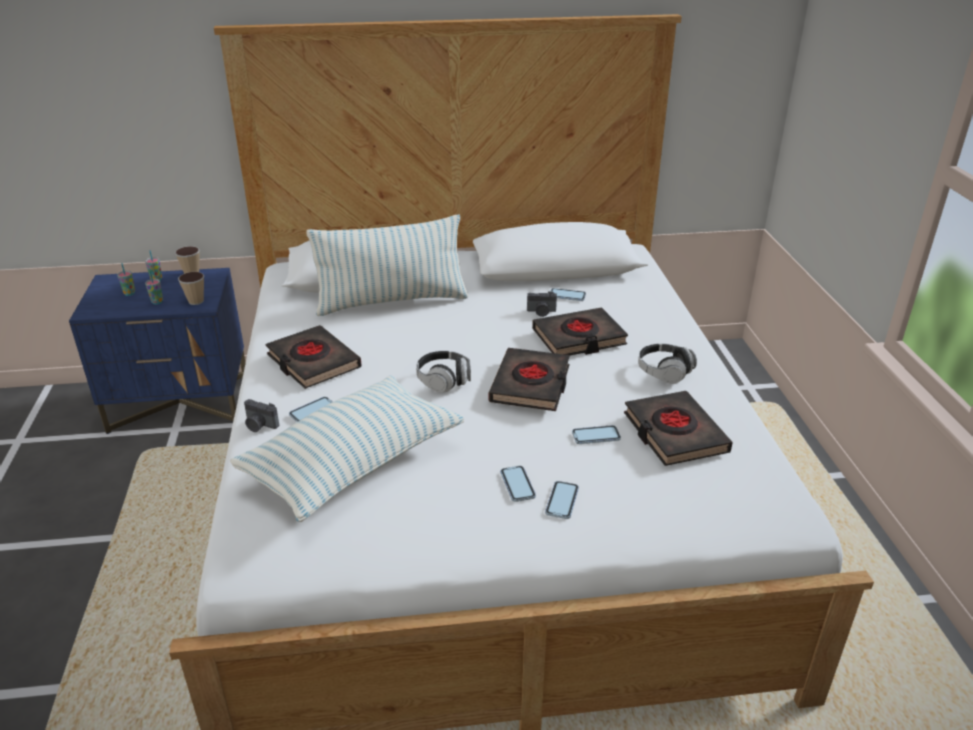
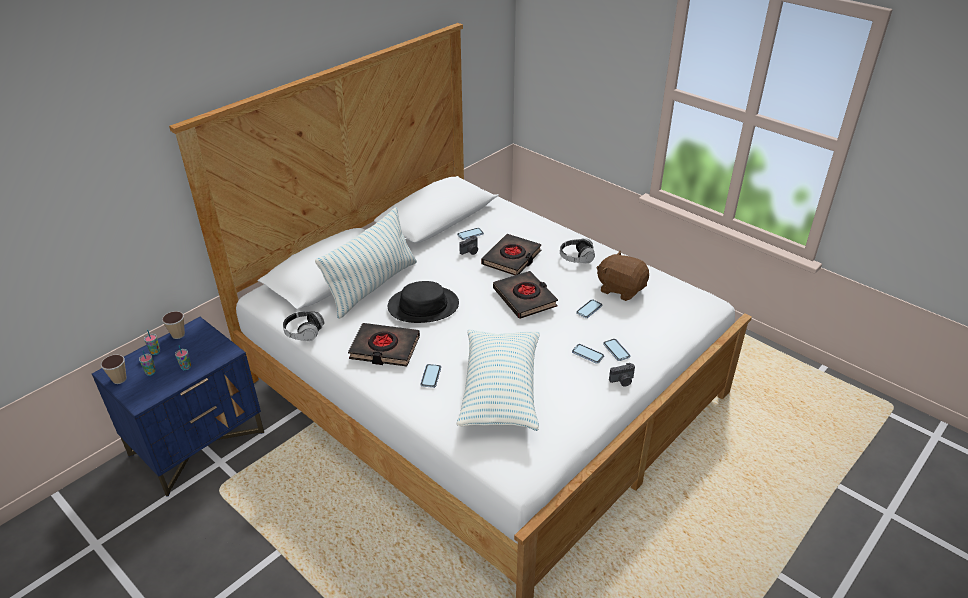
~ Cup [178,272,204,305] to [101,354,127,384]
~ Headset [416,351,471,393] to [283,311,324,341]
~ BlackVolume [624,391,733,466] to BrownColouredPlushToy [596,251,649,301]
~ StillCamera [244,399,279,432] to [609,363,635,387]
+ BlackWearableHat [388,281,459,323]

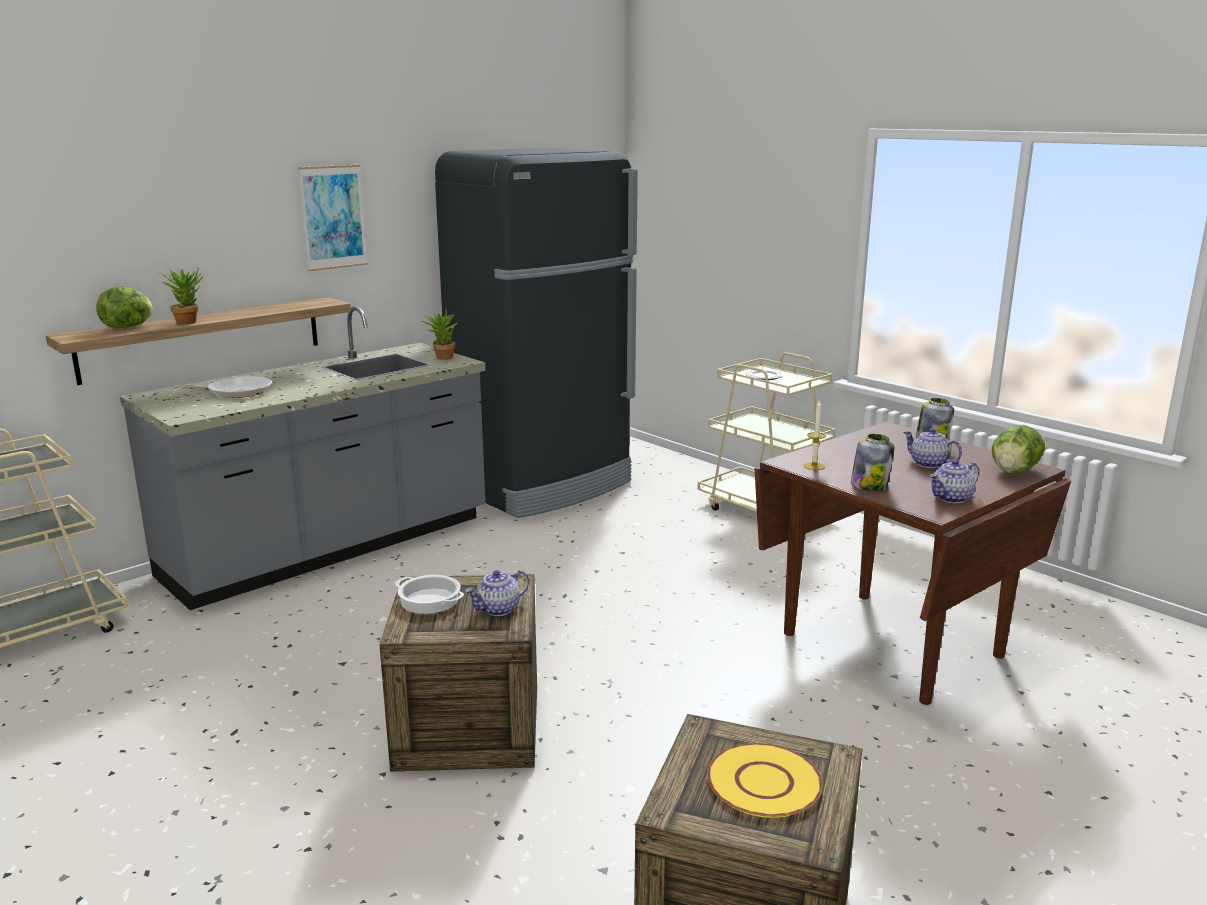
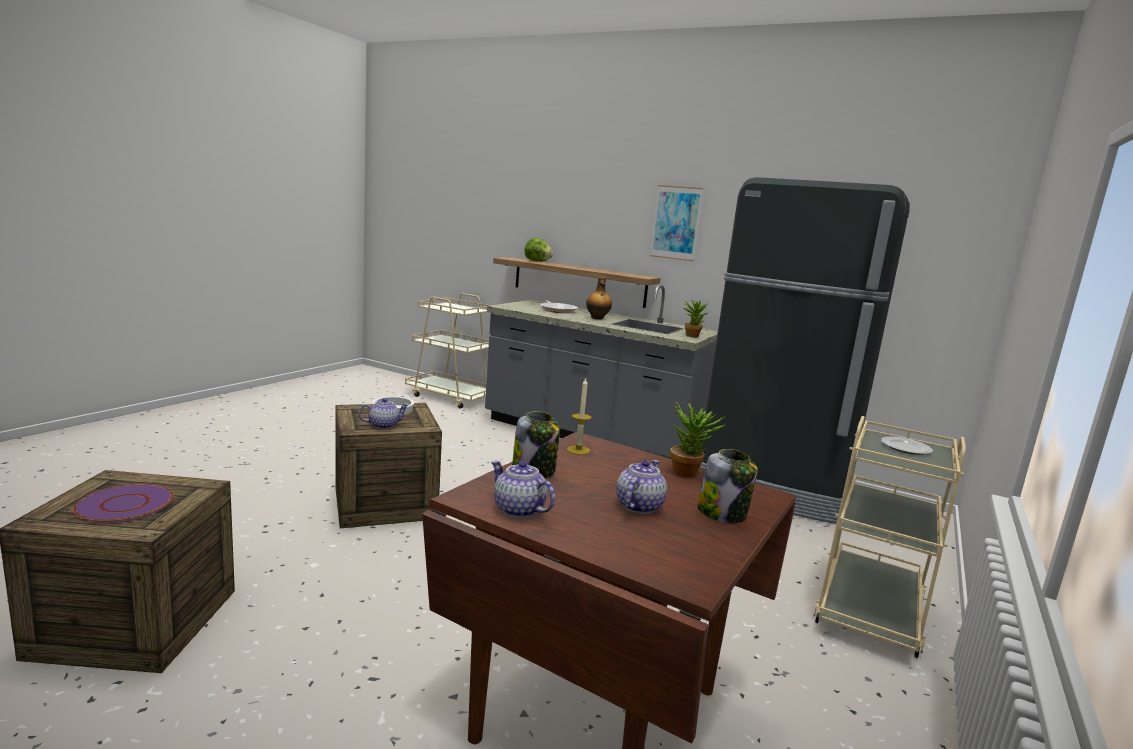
~ Houseplant [158,267,203,324] to [670,402,725,477]
- HeadOfLettuce [992,425,1045,473]
~ PotForTea [465,570,529,616] = [358,398,409,429] 120 degrees clockwise
~ YellowishFlatDish [707,743,823,818] to PurpleFlatDish [73,484,174,523]
+ Bottle [586,277,612,320]

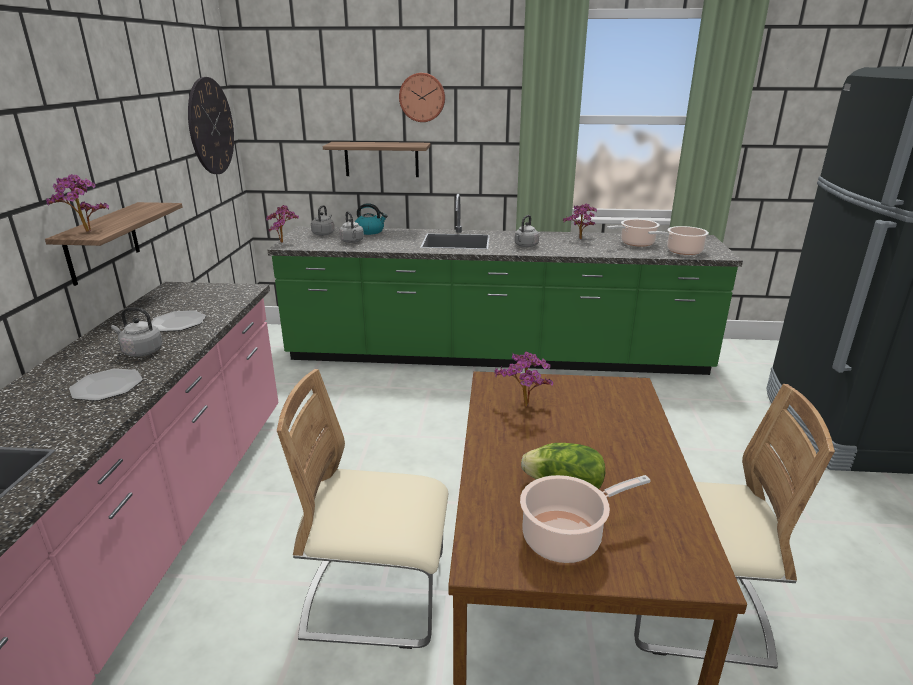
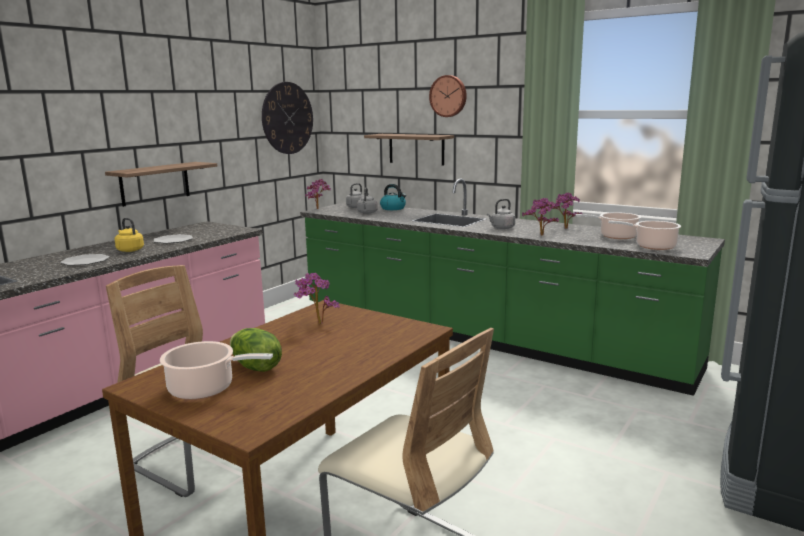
~ Houseplant [46,174,109,232] to [522,198,559,236]
~ GrayKettle [111,308,163,357] to YellowishKettle [115,218,144,252]

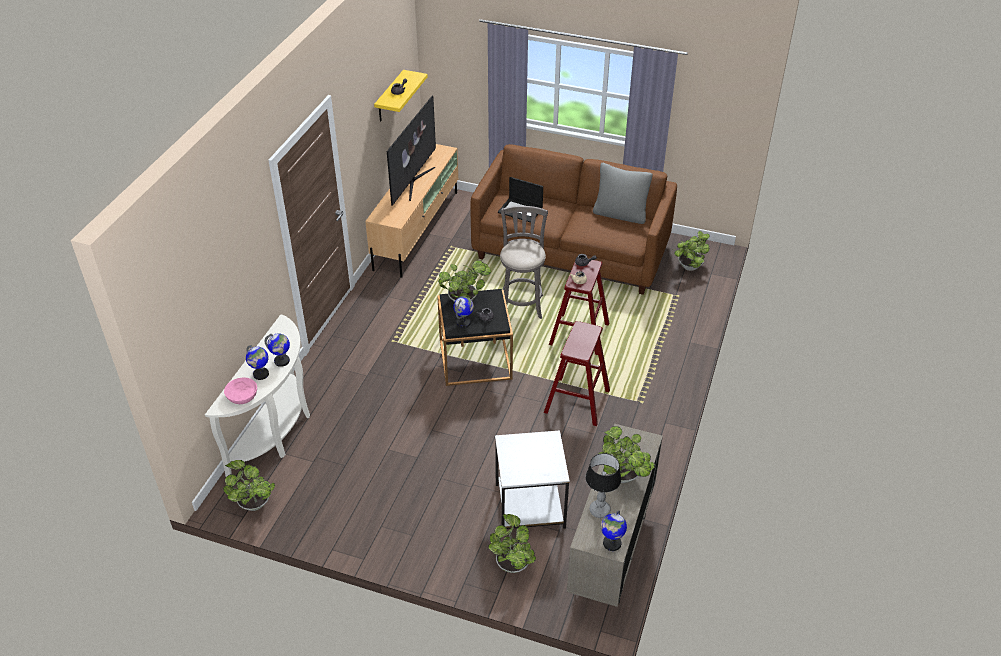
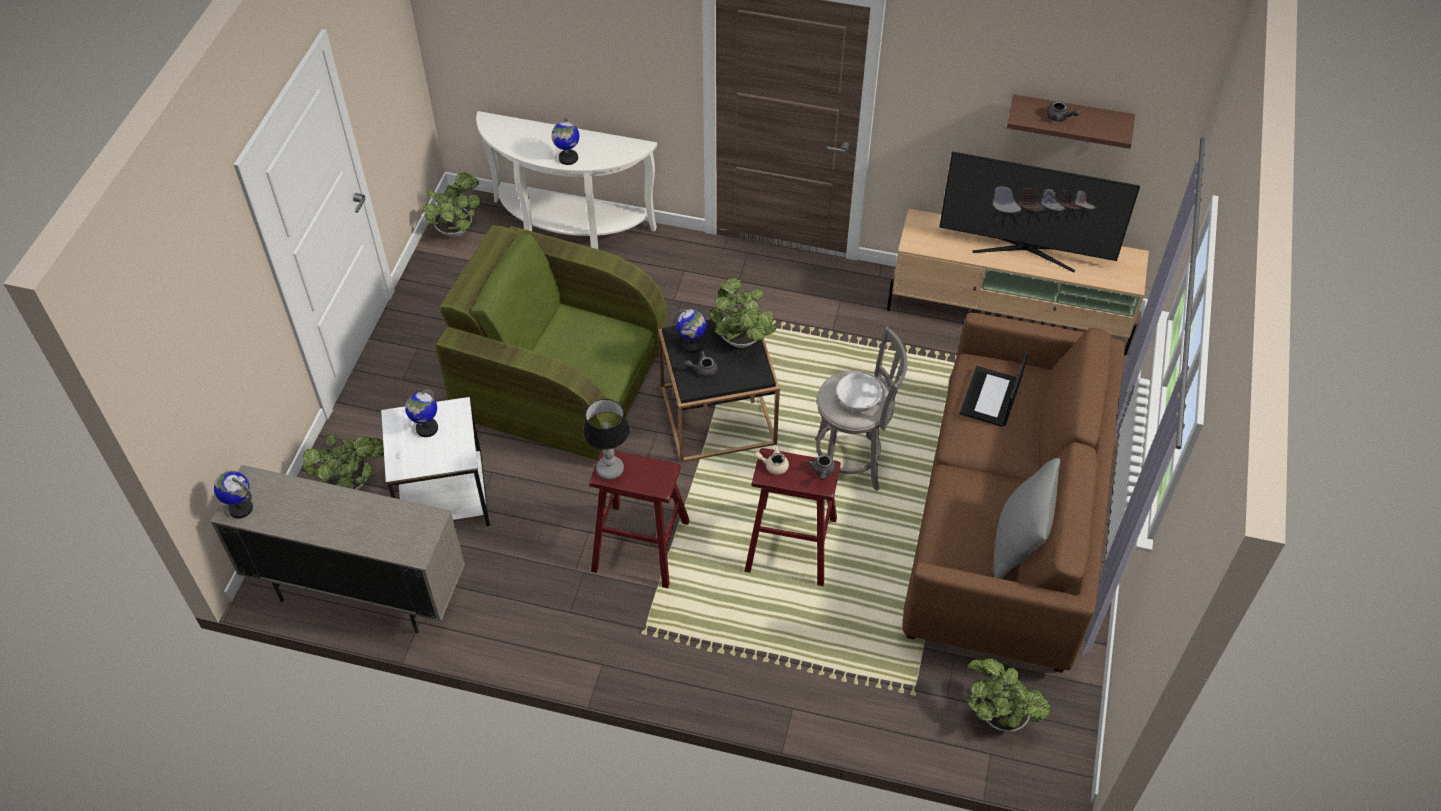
~ YellowishShelf [374,70,428,122] to BrownColouredShelf [1007,94,1135,149]
~ Globe [246,345,269,380] to [405,389,438,437]
- PinkBowl [224,377,257,404]
- Houseplant [598,426,655,483]
~ TabletopLamp [585,453,621,518] to [583,399,630,480]
+ GreenColouredEasyChair [436,225,667,461]
+ WhitishBowl [837,373,882,412]

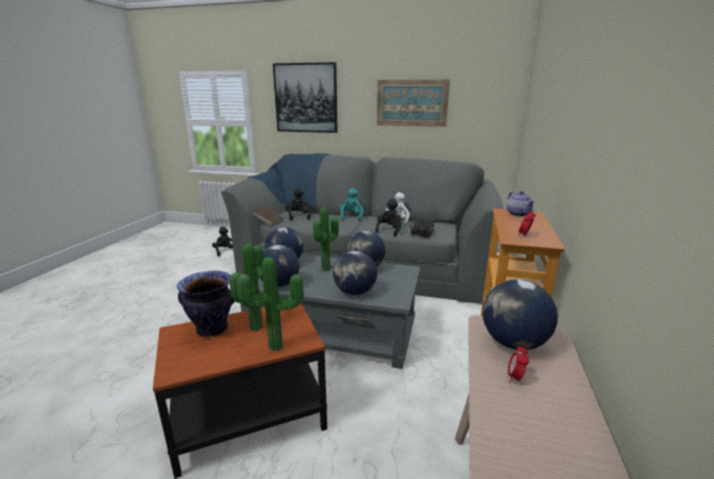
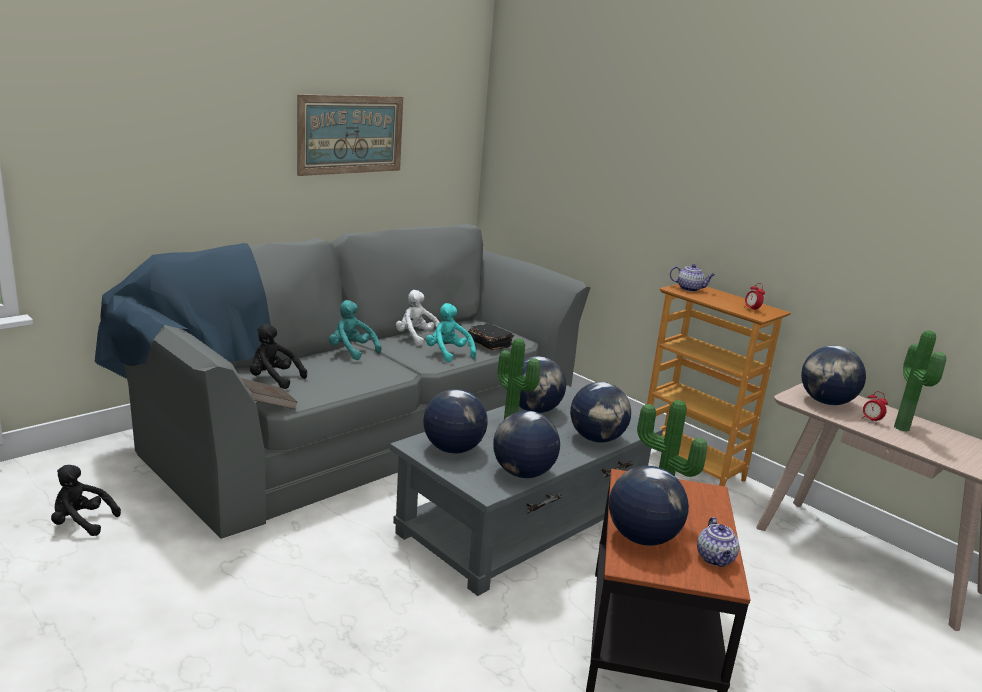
- WallPicture [273,62,337,133]
~ BlackPlushToy [375,199,402,236] to TurquoiseColouredPlushToy [426,303,476,362]
~ Houseplant [237,257,304,351] to [894,330,946,432]
~ FlowerVase [177,271,235,337] to Globe [609,466,689,546]
+ PotForTea [697,517,739,567]

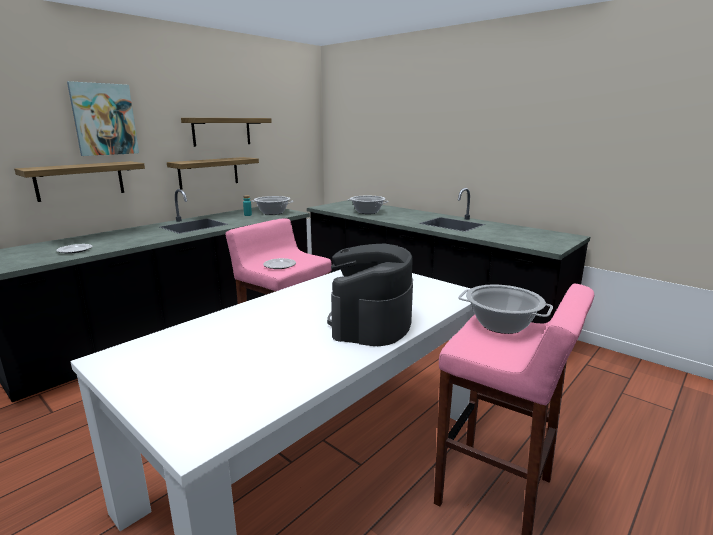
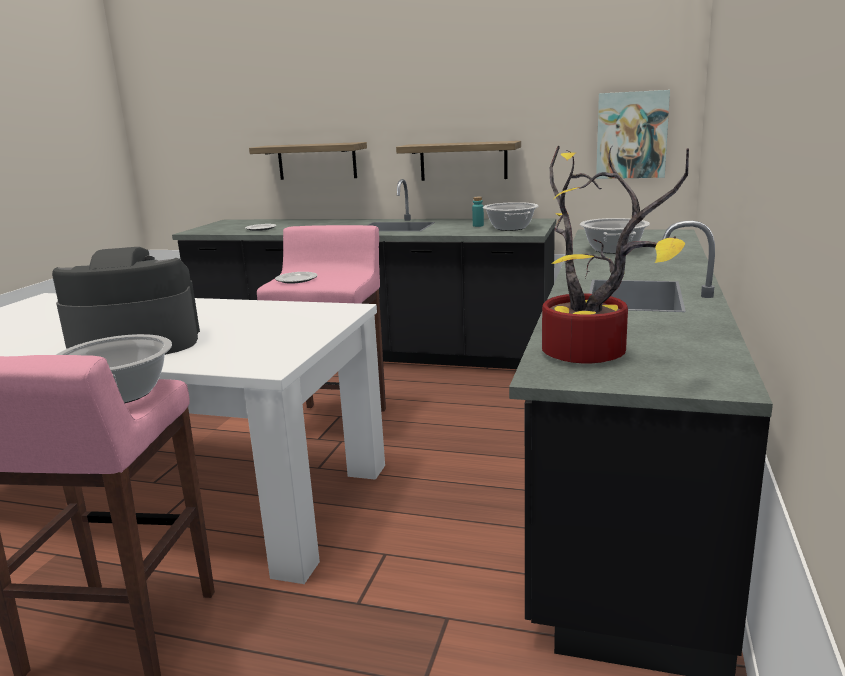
~ WallPicture [67,81,139,156] to [596,90,670,179]
- Shelf [181,118,272,147]
+ Houseplant [542,145,689,363]

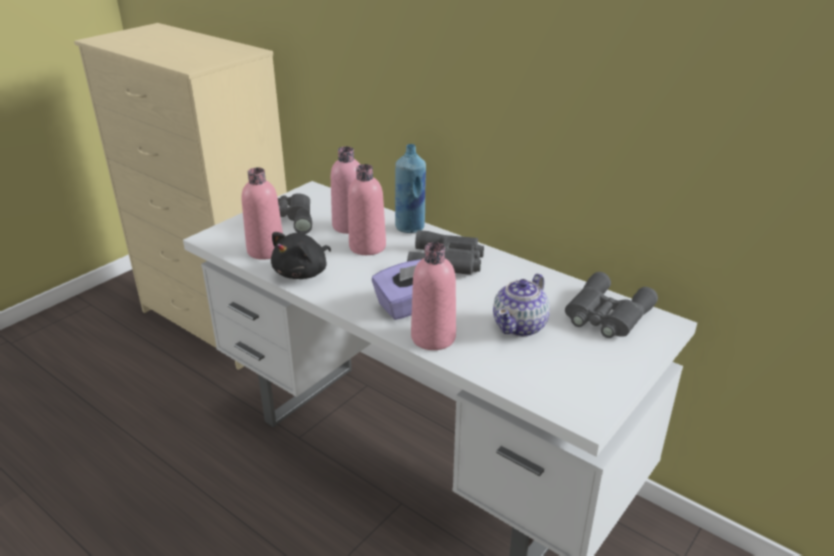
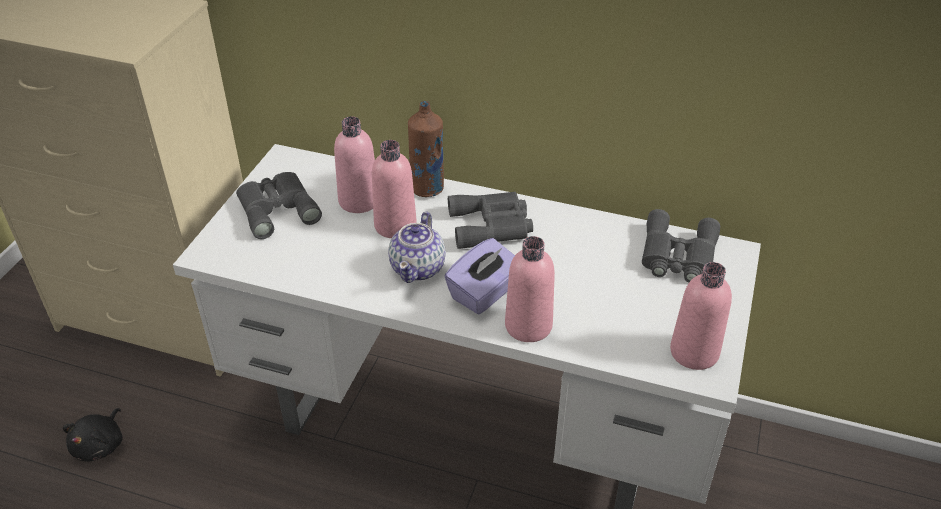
~ BlueBottle [395,144,426,233] to BrownColouredBottle [408,101,444,197]
~ PinkBottle [242,168,283,260] to [670,262,732,370]
~ BlackPlushToy [271,232,331,279] to [63,408,123,462]
~ PotForTea [493,274,550,337] to [388,212,446,283]

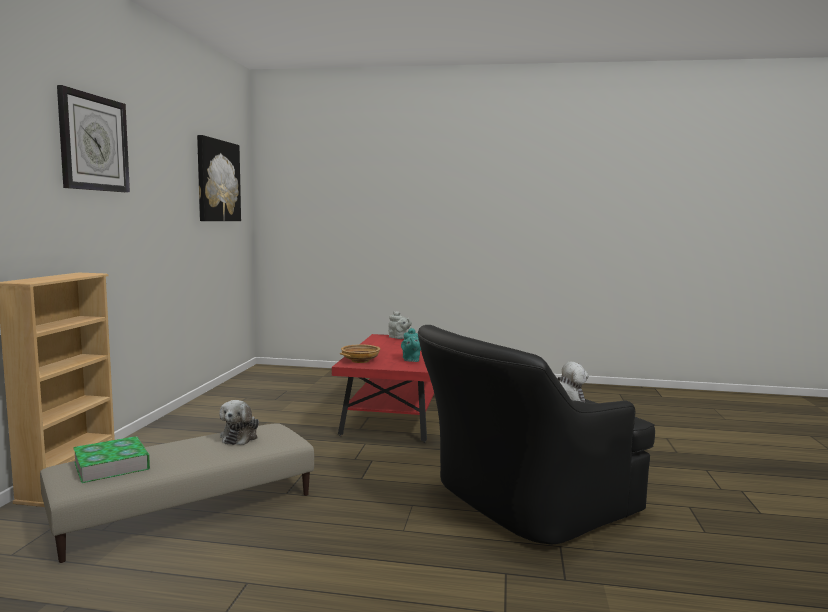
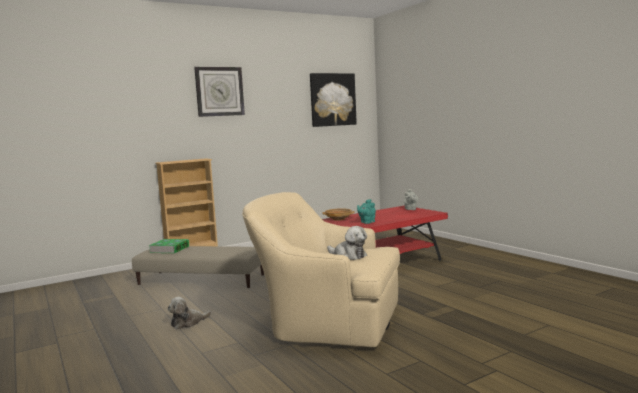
~ BlackEasyChair [418,325,655,545] to BeigeColouredEasyChair [242,192,400,347]
~ PlushToy [219,400,259,445] to [167,297,211,329]

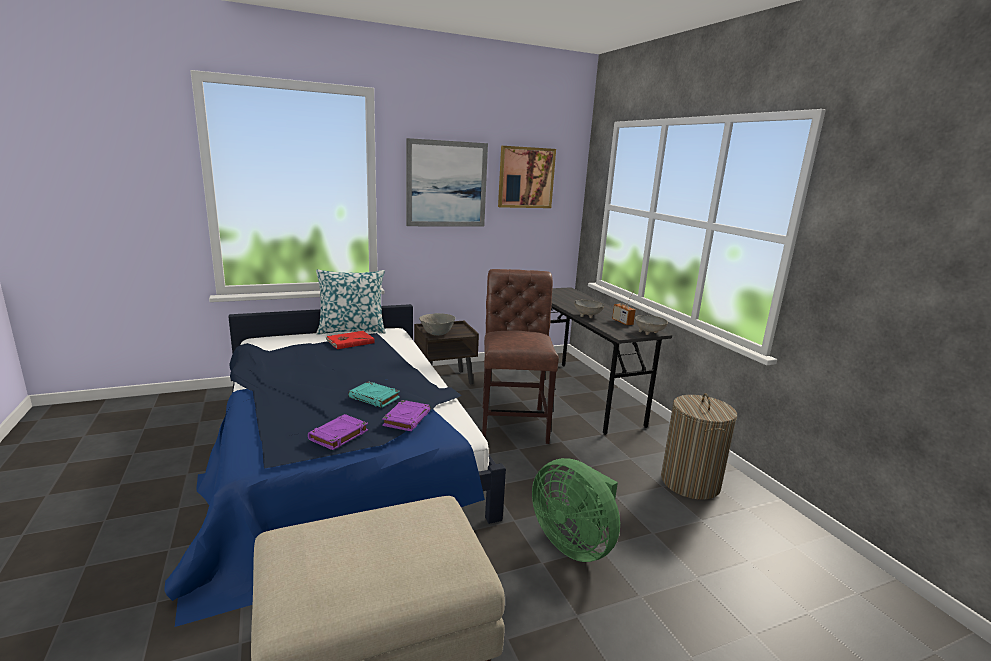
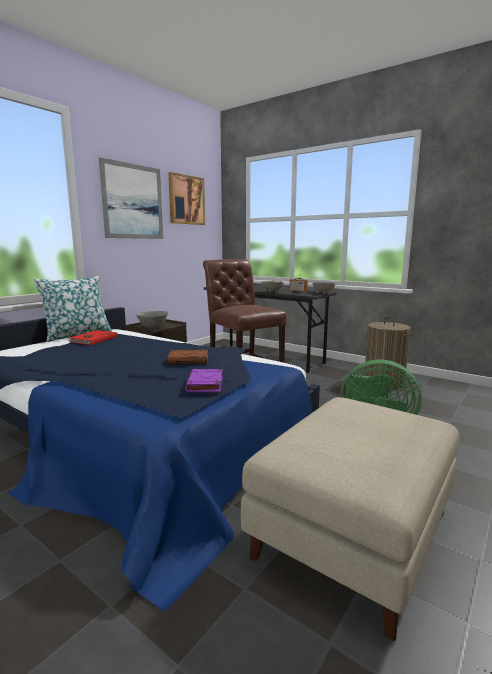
~ TurquoiseColouredVolume [348,381,400,408] to BrownColouredVolume [167,349,208,364]
- PurpleVolume [382,400,431,431]

